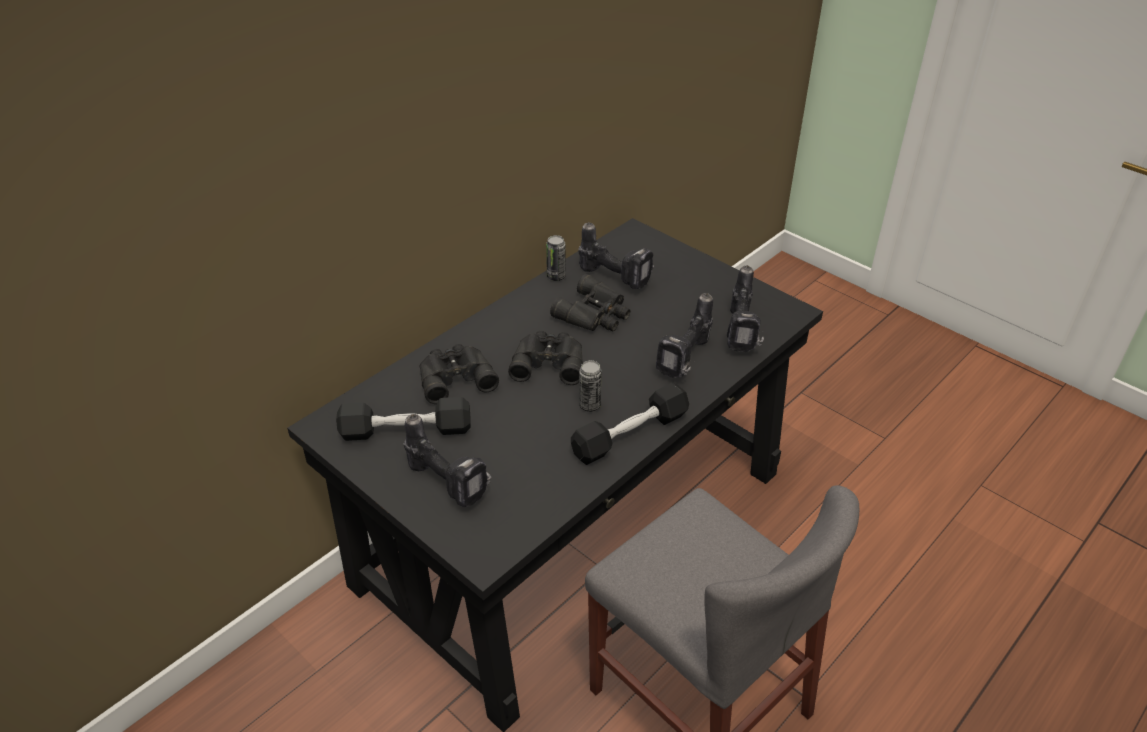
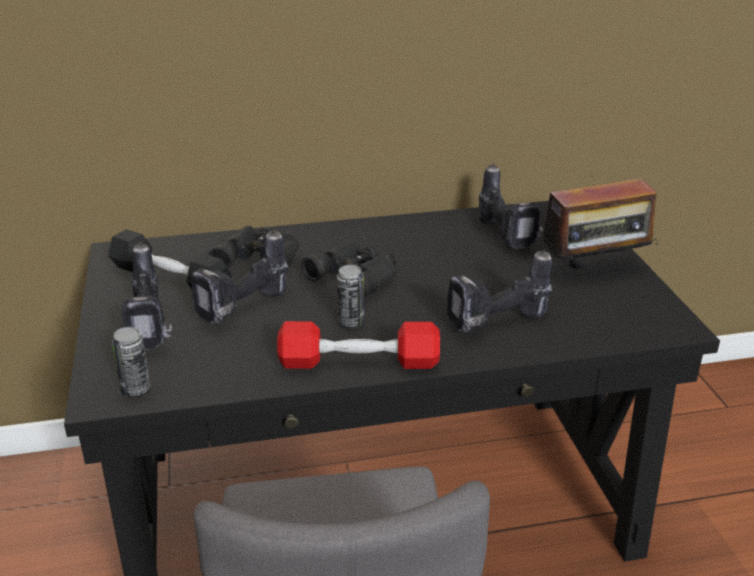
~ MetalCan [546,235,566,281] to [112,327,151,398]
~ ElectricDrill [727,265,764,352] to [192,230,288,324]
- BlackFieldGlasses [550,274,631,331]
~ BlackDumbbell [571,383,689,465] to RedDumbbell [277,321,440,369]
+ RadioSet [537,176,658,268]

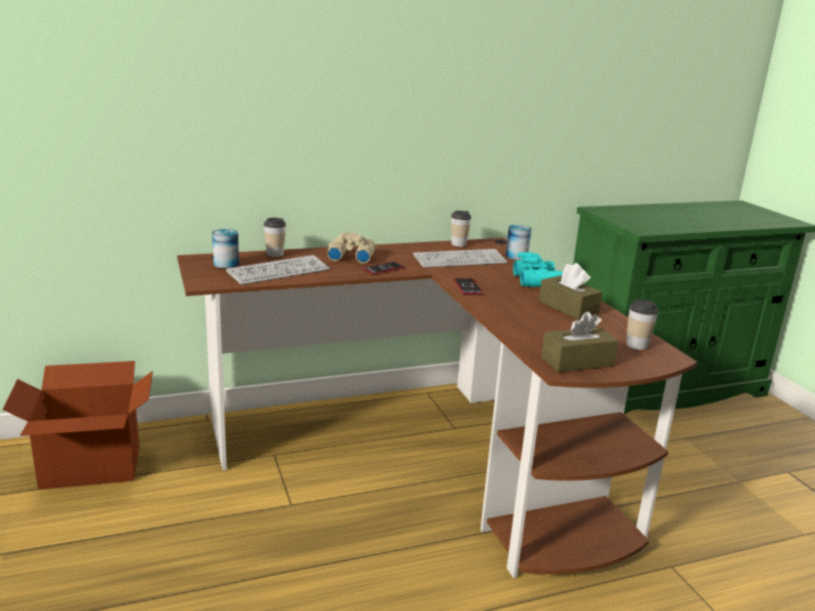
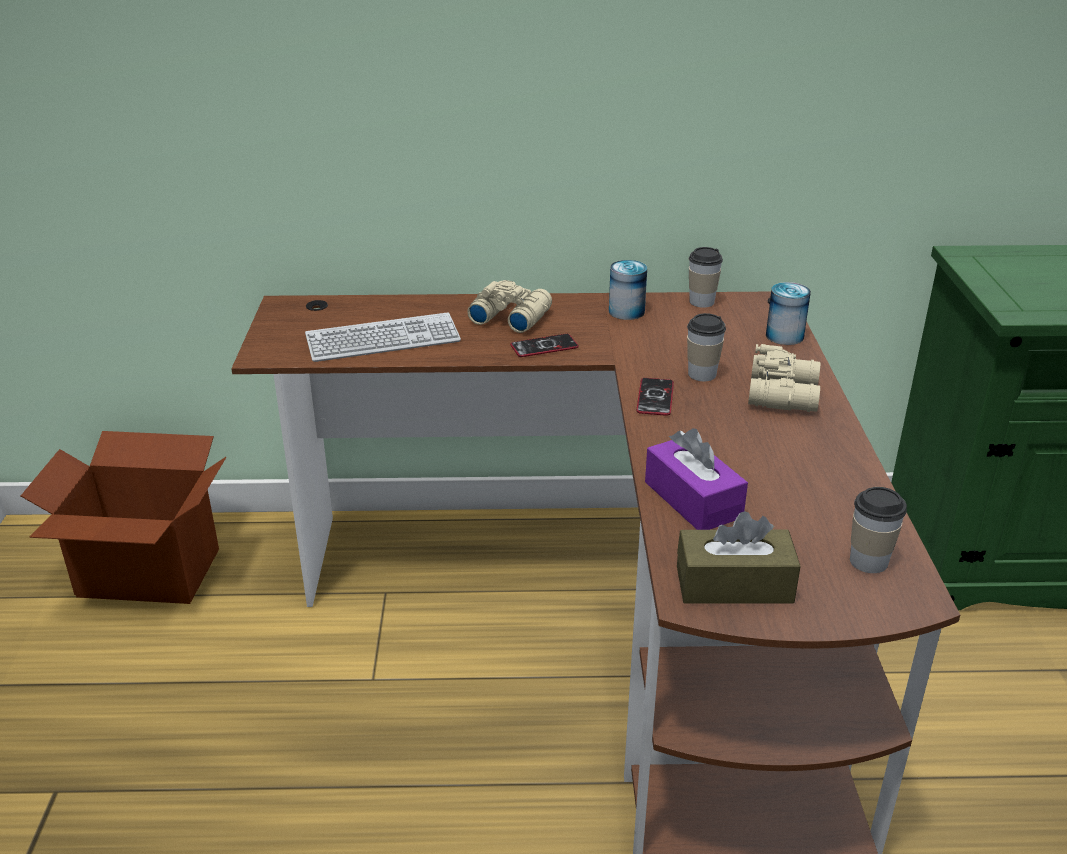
~ Cup [263,218,286,257] to [687,313,726,381]
~ MetalCan [212,229,239,268] to [609,260,647,320]
- ComputerKeyboard [413,249,507,268]
~ TurquoiseColouredFieldGlasses [513,252,563,287] to BeigeColouredFieldGlasses [748,344,821,412]
- BrownColouredTissueBox [539,263,602,320]
+ PurpleTissueBox [645,428,748,530]

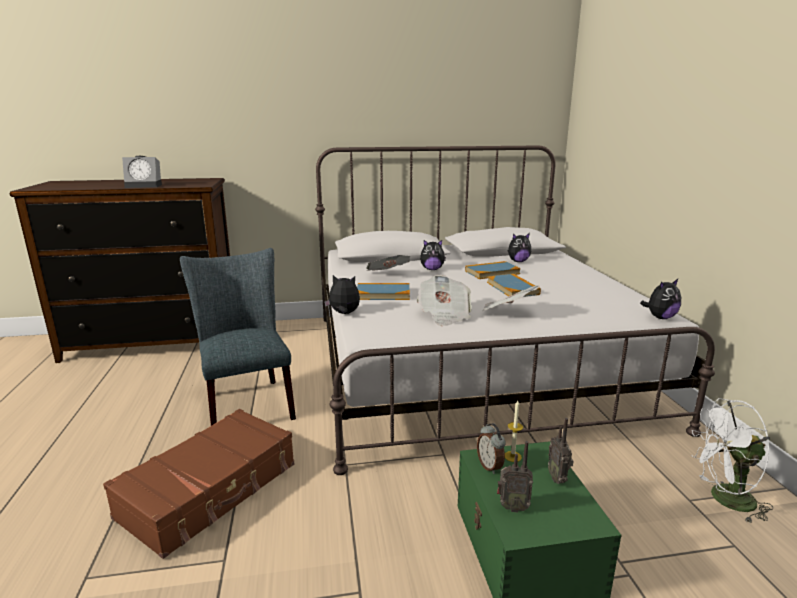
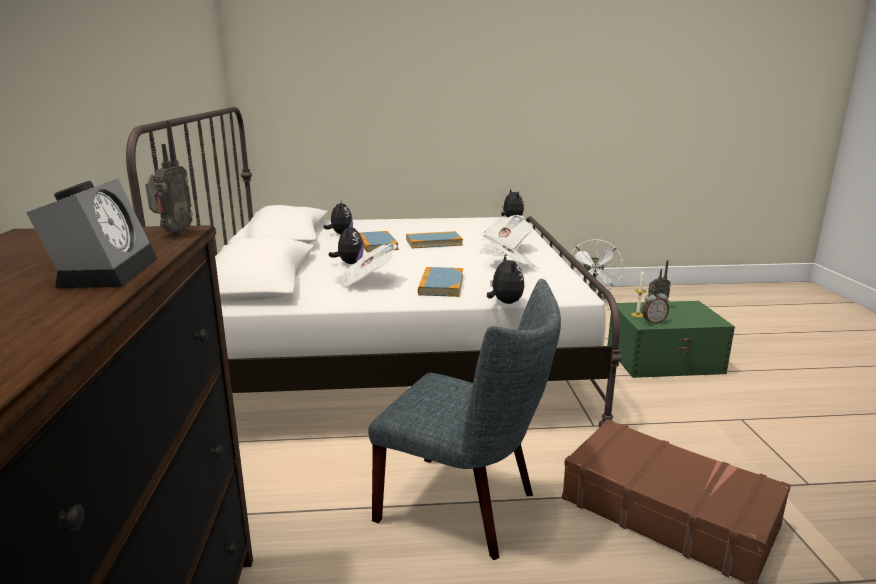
~ GrayChair [180,248,296,426] = [368,279,561,560] 135 degrees counterclockwise
~ PlushToy [324,275,360,314] = [487,254,524,304] 150 degrees clockwise
~ RadioSet [497,441,533,513] to [145,121,193,234]

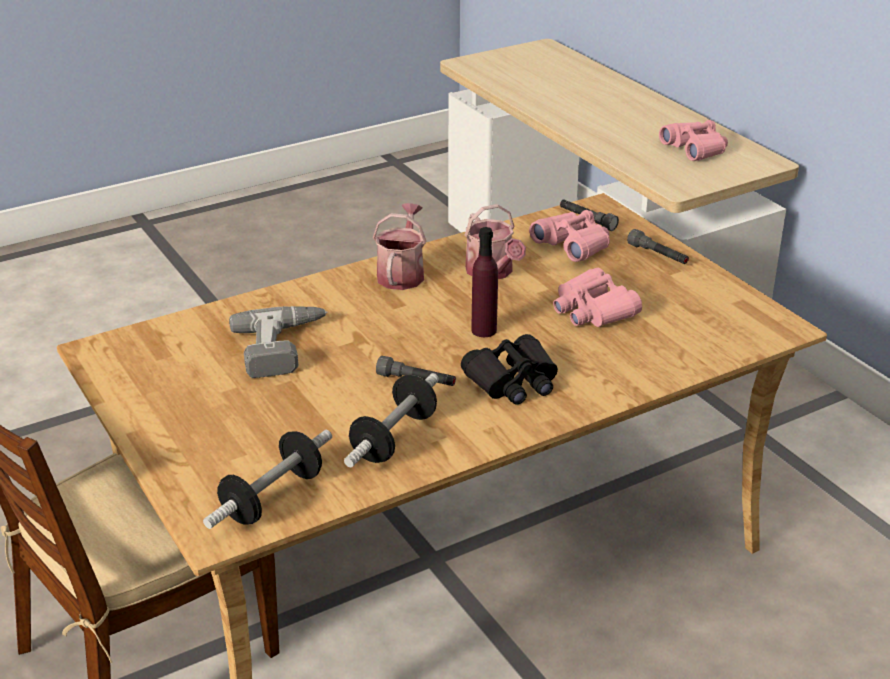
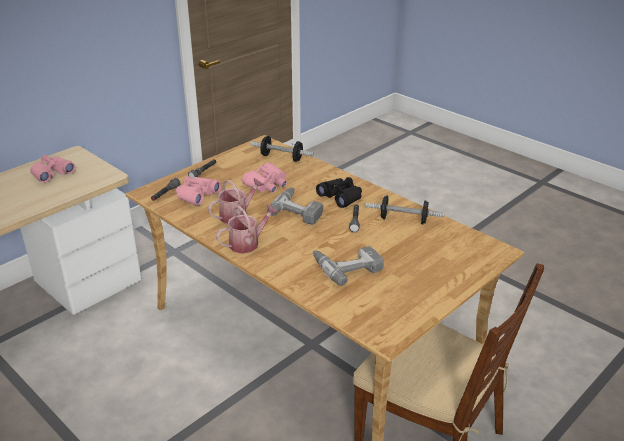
~ SprinklingCan [373,203,427,290] = [216,205,278,254] 150 degrees clockwise
~ PurpleBottle [471,227,498,337] to ElectricDrill [267,188,323,225]
~ Dumbbell [203,430,332,529] to [250,136,314,162]

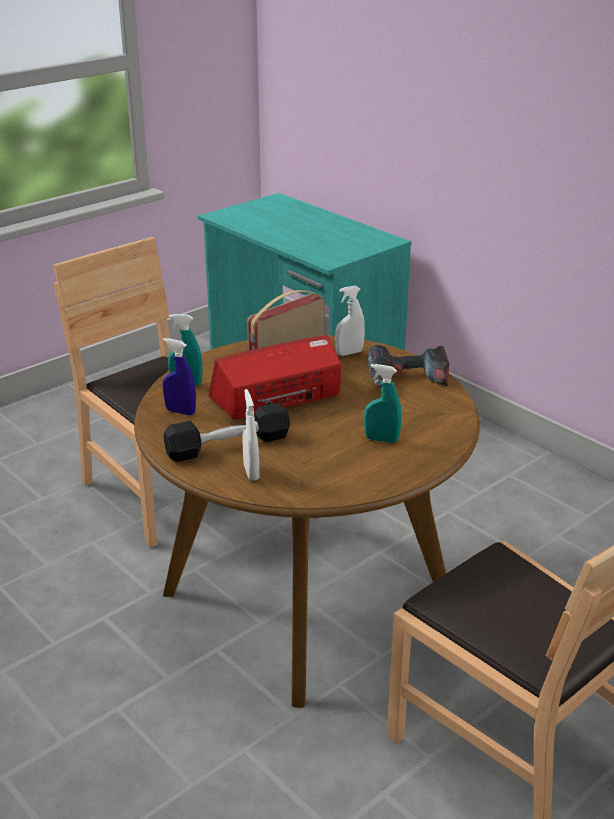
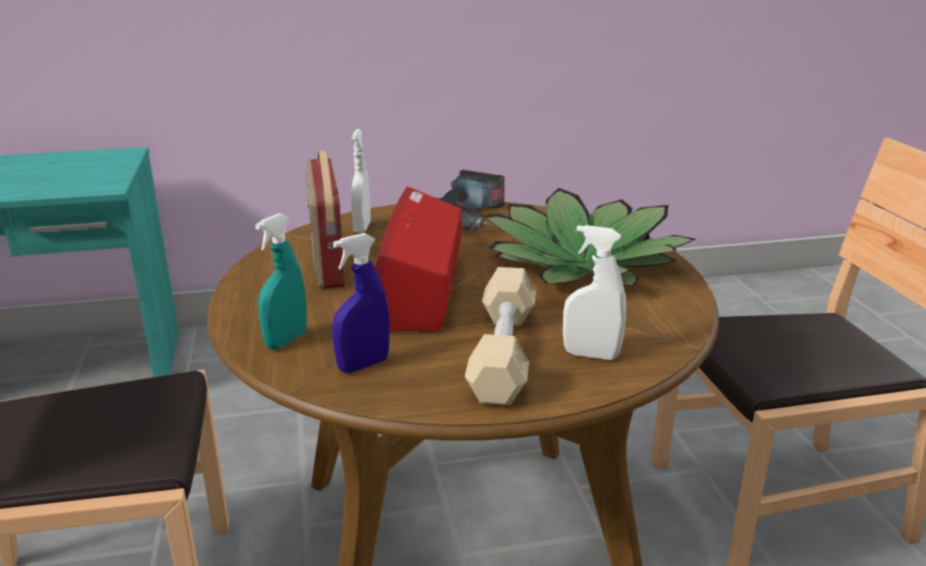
~ TurquoiseColouredHandSprayer [364,364,401,443] to Houseplant [483,188,696,287]
~ BlackDumbbell [163,402,290,462] to BeigeColouredDumbbell [465,267,536,405]

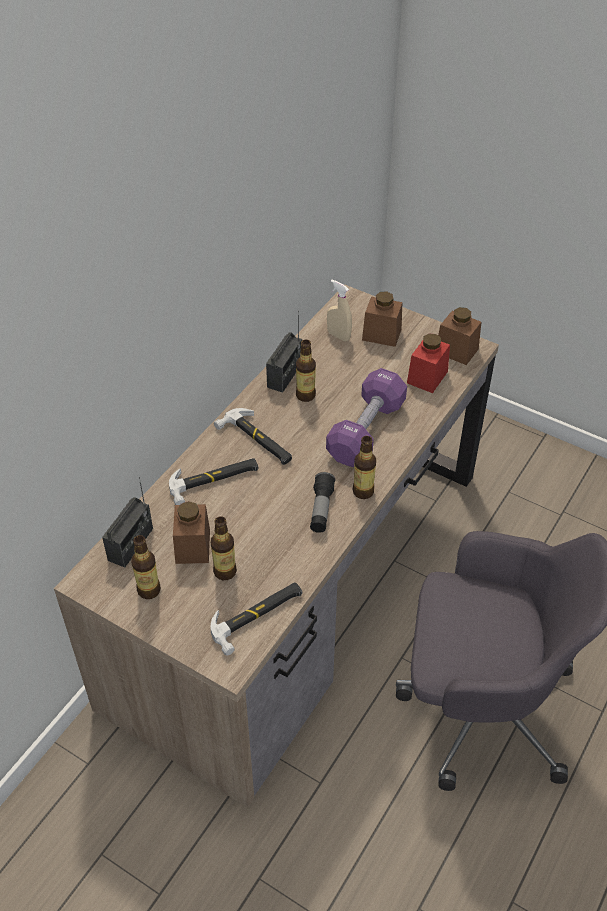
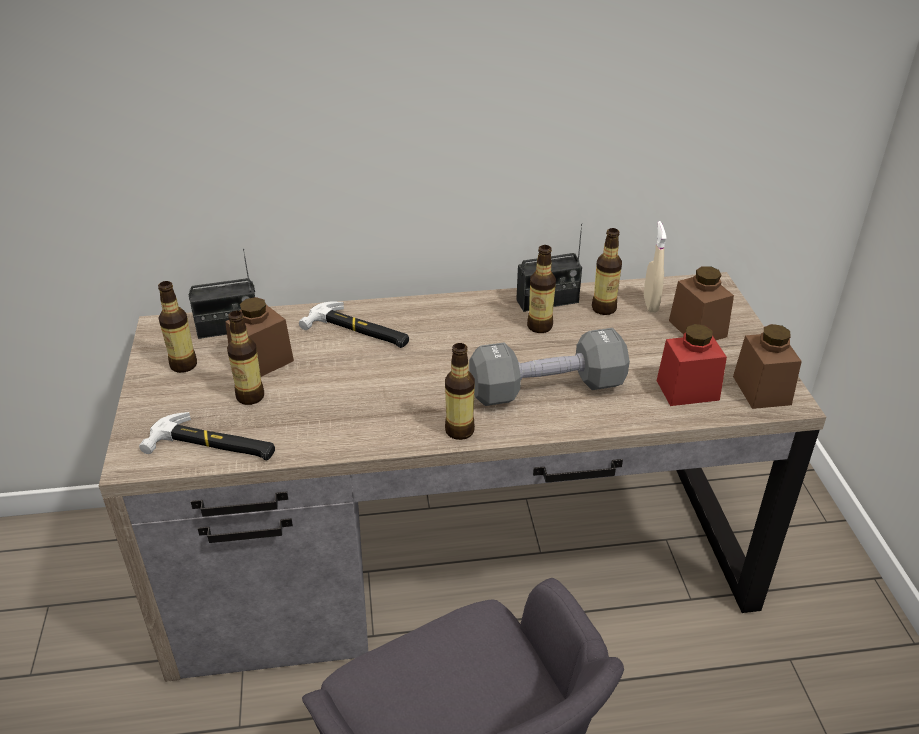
~ PurpleDumbbell [326,368,407,467] to GrayDumbbell [469,328,630,406]
- Hammer [214,408,292,465]
- Flashlight [310,472,335,533]
+ Bottle [592,228,622,315]

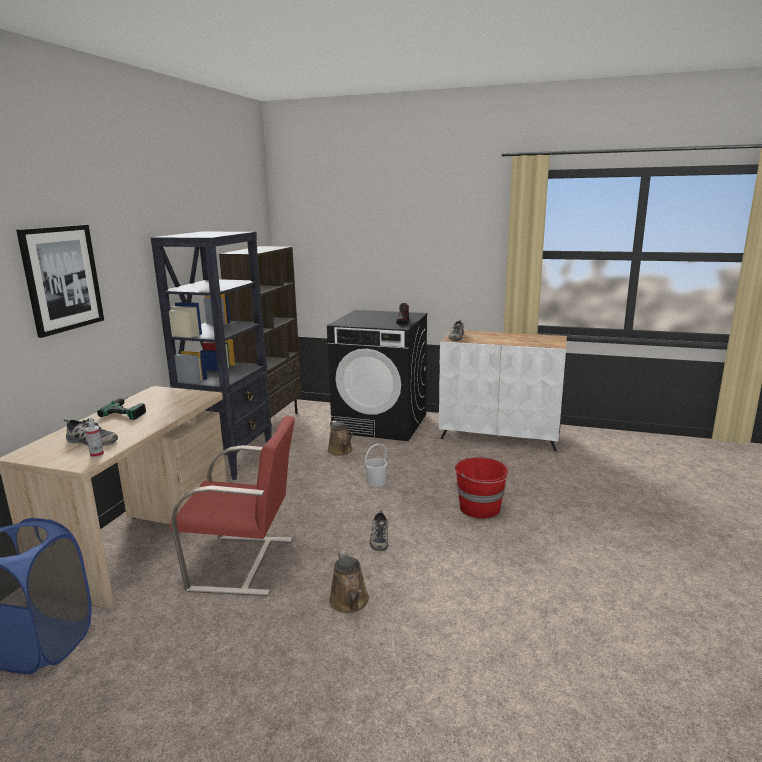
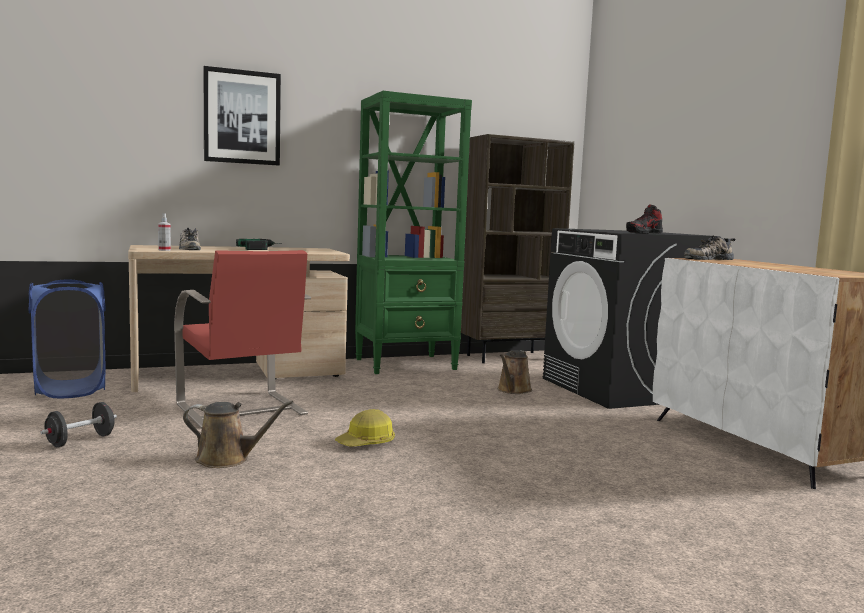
~ BlackShelvingUnit [151,232,272,480] to GreenColouredShelvingUnit [355,91,472,374]
- WhitishWaterBucket [365,443,388,487]
- RedWaterBucket [455,457,511,519]
~ ItemOfFootwear [369,509,389,551] to HardHat [335,409,395,447]
~ BrownColouredSprinklingCan [329,550,369,613] = [183,400,293,468] 120 degrees counterclockwise
+ BlackDumbbell [40,402,117,447]

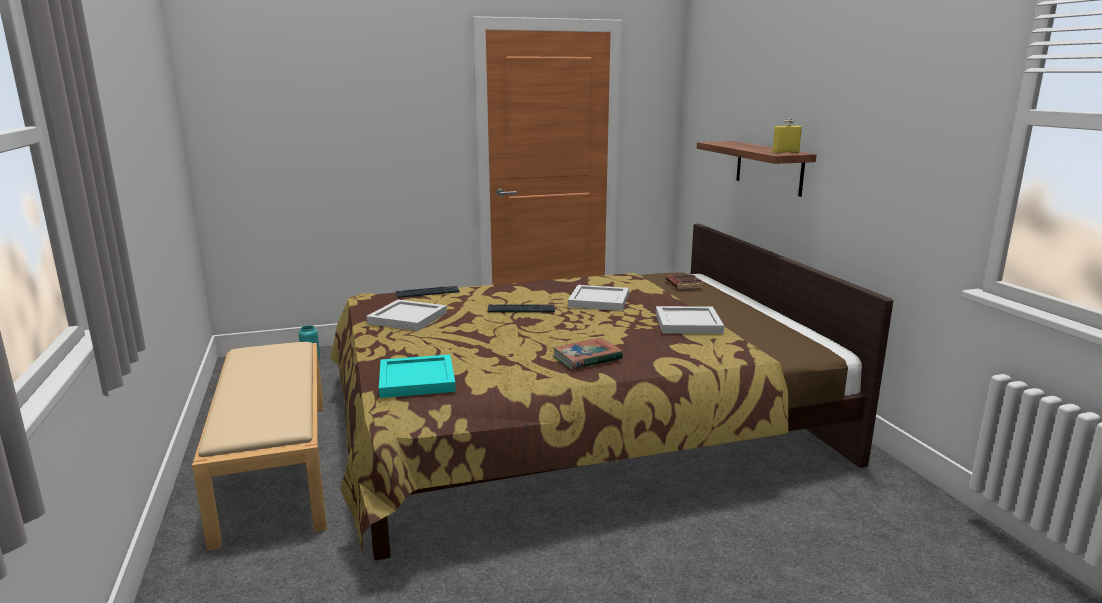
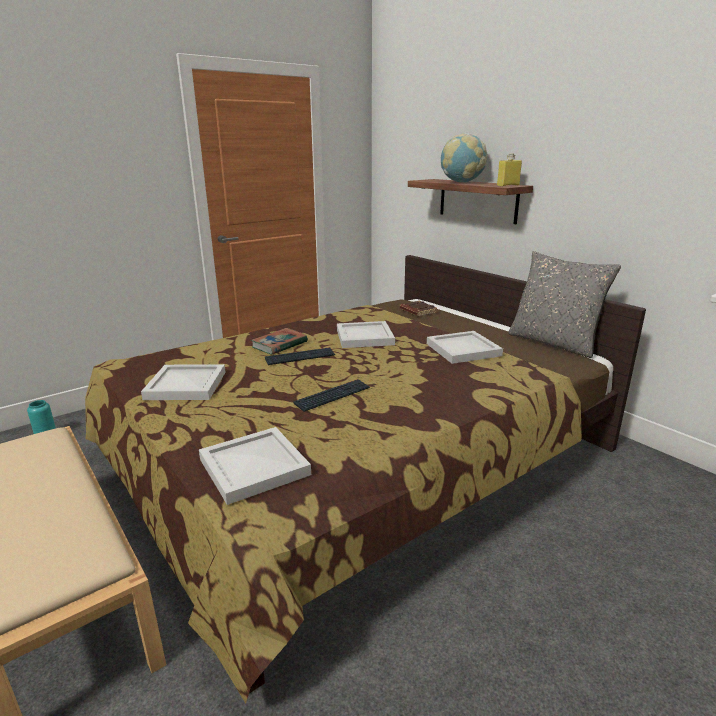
~ ComputerKeyboard [396,286,460,298] to [293,379,370,412]
~ Volume [553,337,623,369] to [251,328,308,355]
~ TurquoiseColouredTray [379,355,456,398] to WhitishTray [199,427,311,505]
+ Globe [440,133,487,183]
+ GrayCushion [509,251,621,358]

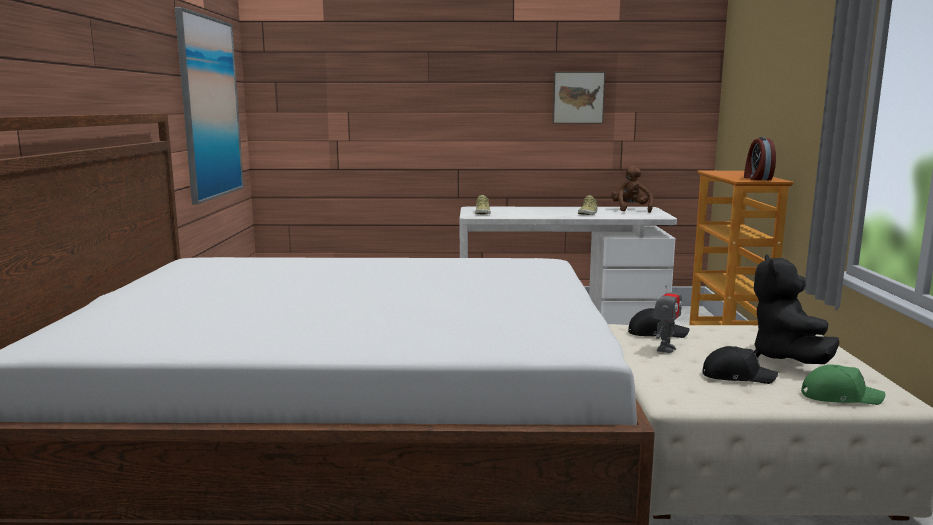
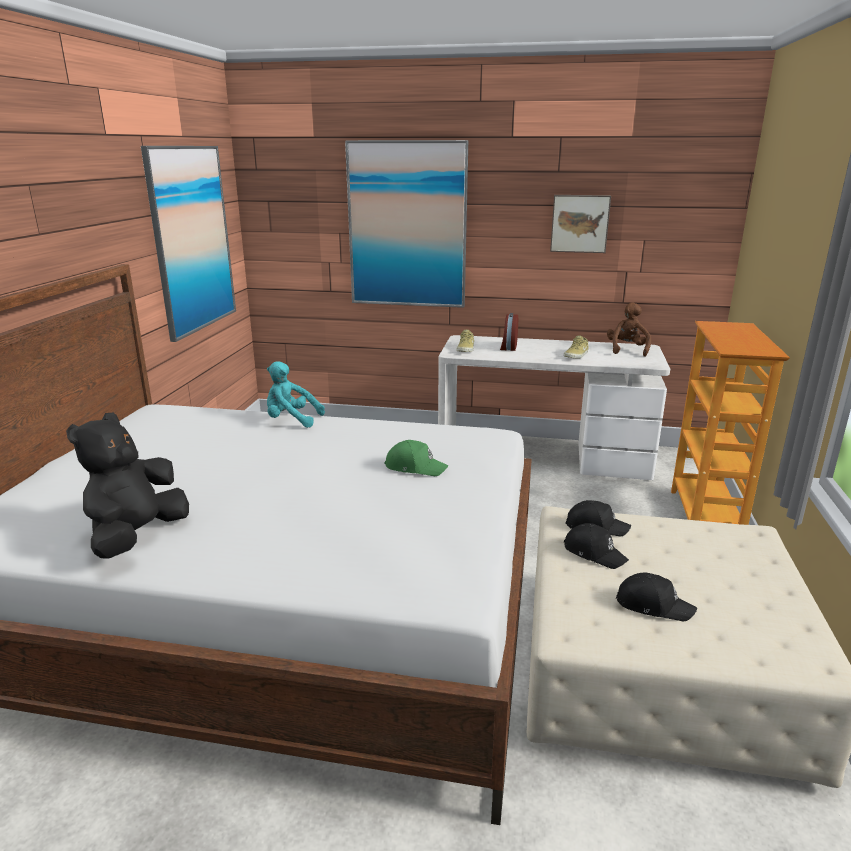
~ BedsideClock [744,137,776,180] to [500,313,518,351]
~ BlackPlushToy [754,254,839,364] to [66,413,189,559]
~ ModelRobot [653,280,682,353] to BlackBaseballCap [564,523,629,569]
~ GreenColouredBaseballCap [801,365,885,405] to [385,440,449,476]
+ WallPicture [345,140,468,308]
+ TurquoiseColouredPlushToy [267,361,325,428]

